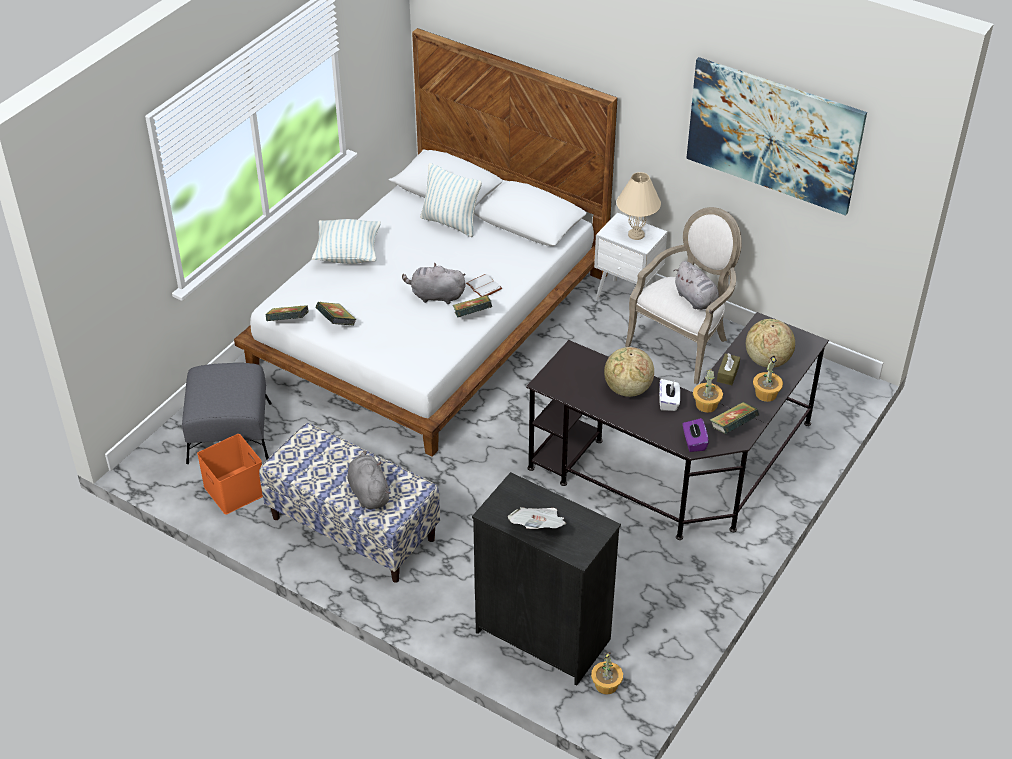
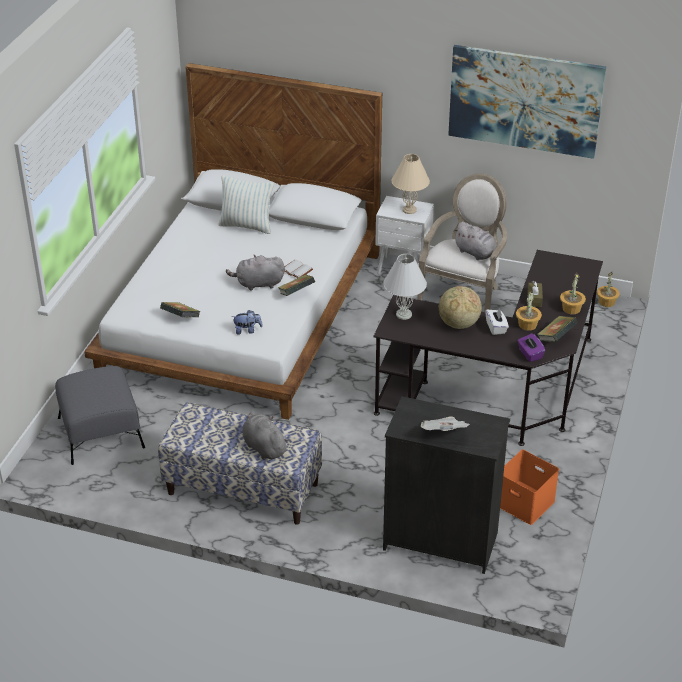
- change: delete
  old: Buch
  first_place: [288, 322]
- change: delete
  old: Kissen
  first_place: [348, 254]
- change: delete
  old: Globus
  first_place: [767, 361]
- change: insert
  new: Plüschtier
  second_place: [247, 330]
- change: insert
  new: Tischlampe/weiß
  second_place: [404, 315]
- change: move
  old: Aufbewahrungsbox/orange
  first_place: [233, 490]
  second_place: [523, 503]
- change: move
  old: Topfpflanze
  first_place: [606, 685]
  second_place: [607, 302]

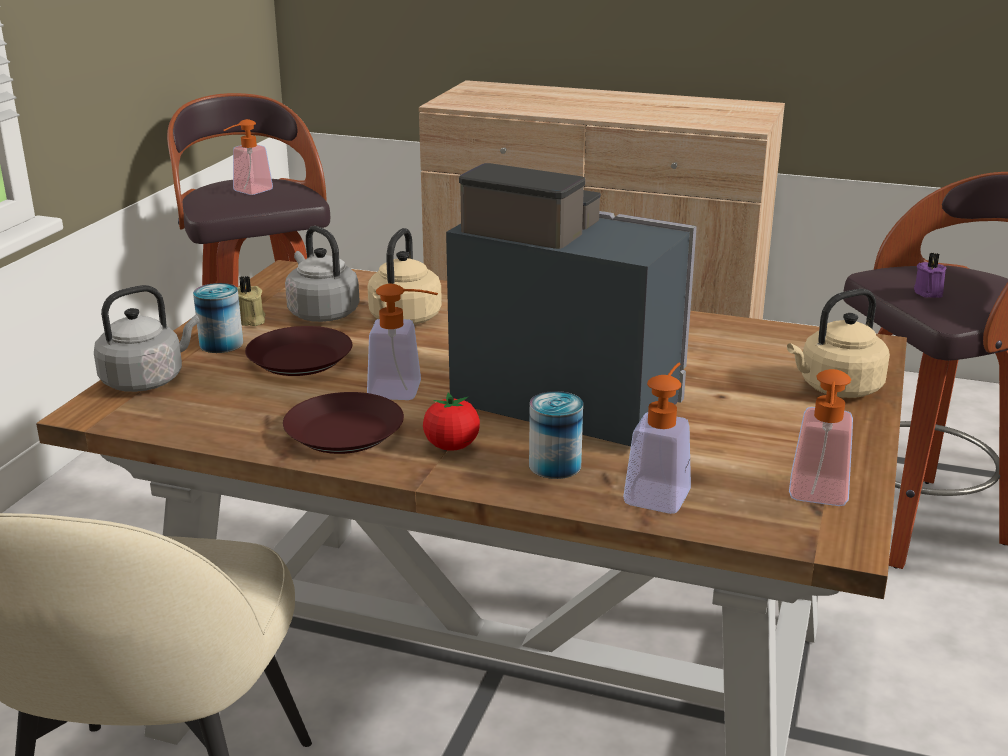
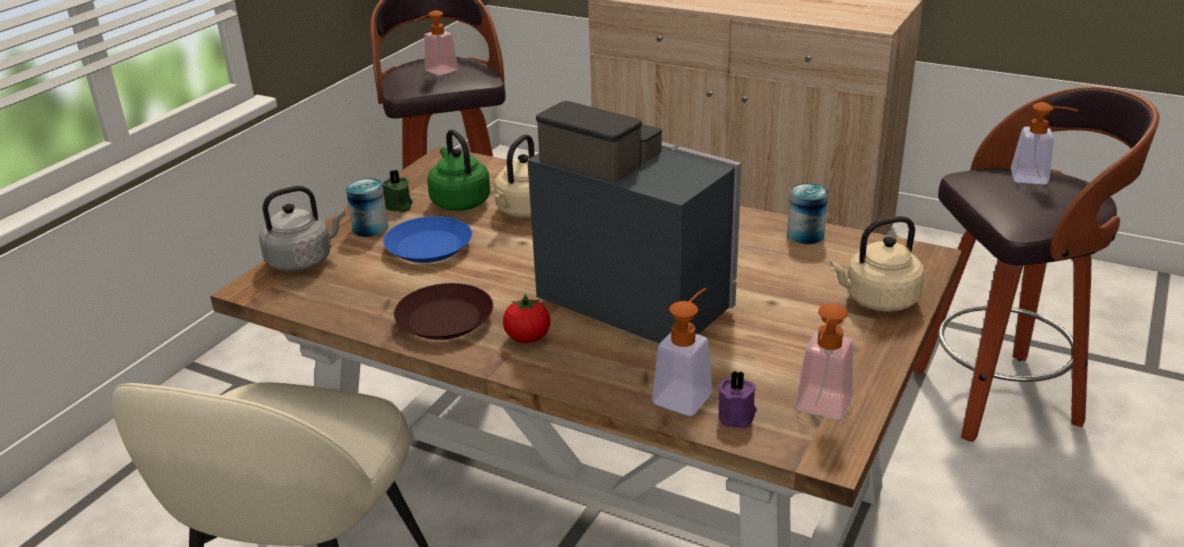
- change: move
  old: Seifenspender
  first_place: [405, 391]
  second_place: [1037, 178]
- change: move
  old: Dose
  first_place: [555, 465]
  second_place: [805, 235]
- change: move
  old: Kerze/lila
  first_place: [929, 292]
  second_place: [738, 415]
- change: recolor
  old: Kerze/beige
  new: Kerze/grün
  first_place: [249, 320]
  second_place: [398, 206]
- change: recolor
  old: Teller/braun
  new: Teller/blau
  first_place: [299, 359]
  second_place: [429, 246]
- change: recolor
  old: Wasserkessel/grau
  new: Wasserkessel/grün
  first_place: [321, 313]
  second_place: [459, 201]

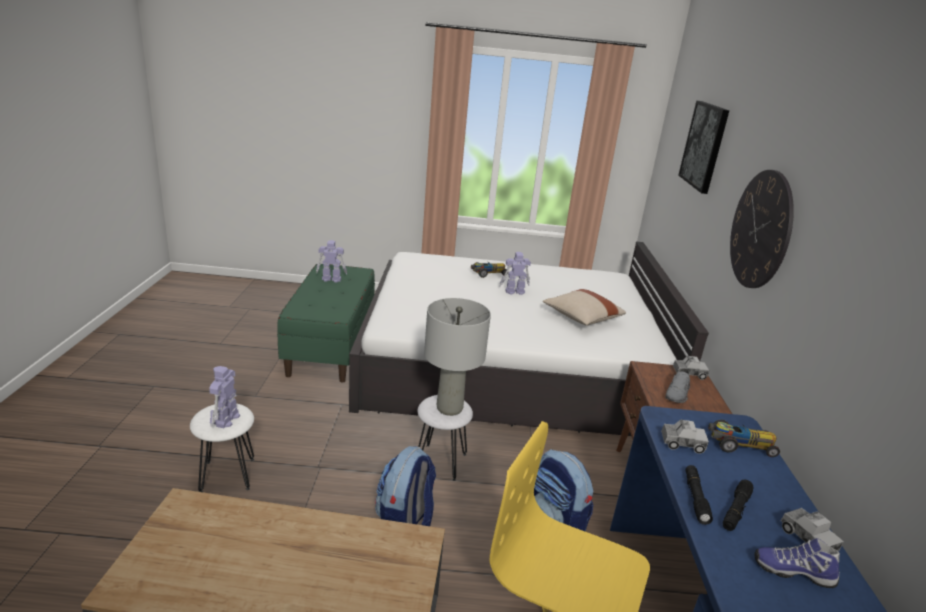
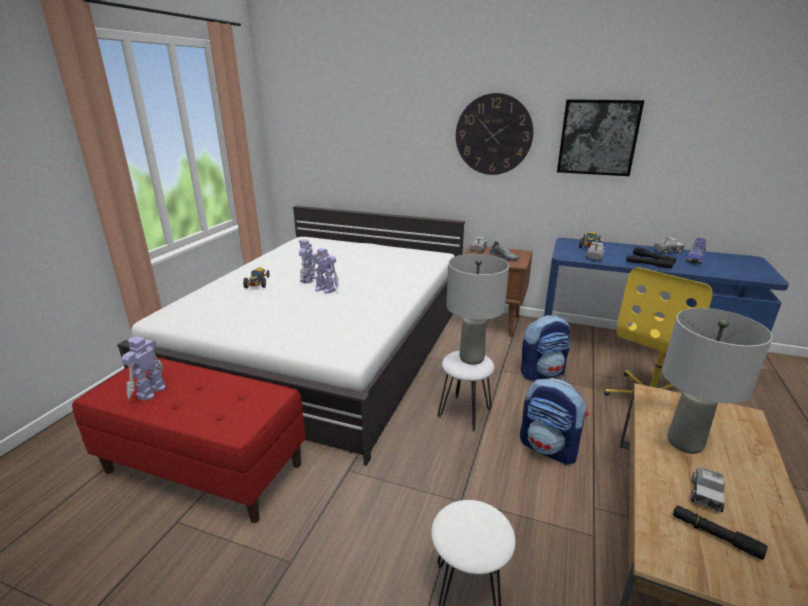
- change: delete
  old: Kissen/beige
  first_place: [581, 318]
- change: insert
  new: Tischlampe/grau
  second_place: [685, 443]
- change: insert
  new: Taschenlampe/schwarz
  second_place: [715, 535]
- change: insert
  new: Spielzeuglaster
  second_place: [705, 495]
- change: move
  old: Spielzeugroboter
  first_place: [226, 420]
  second_place: [325, 290]
- change: move
  old: Bild
  first_place: [704, 146]
  second_place: [598, 137]
- change: recolor
  old: Bank/grün
  new: Bank/rot
  first_place: [331, 346]
  second_place: [205, 467]

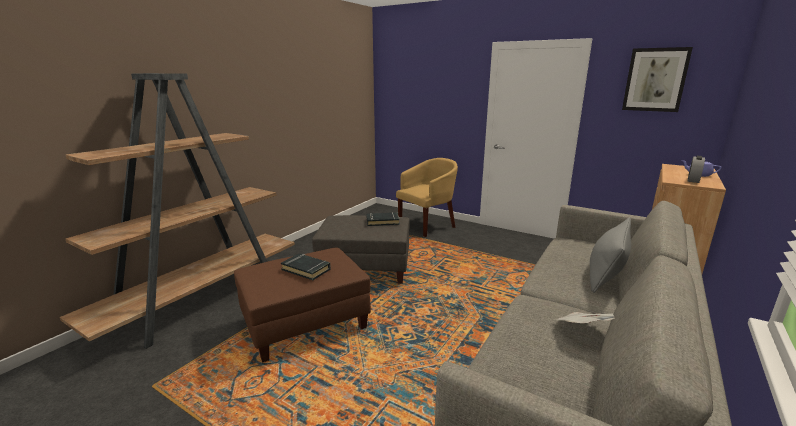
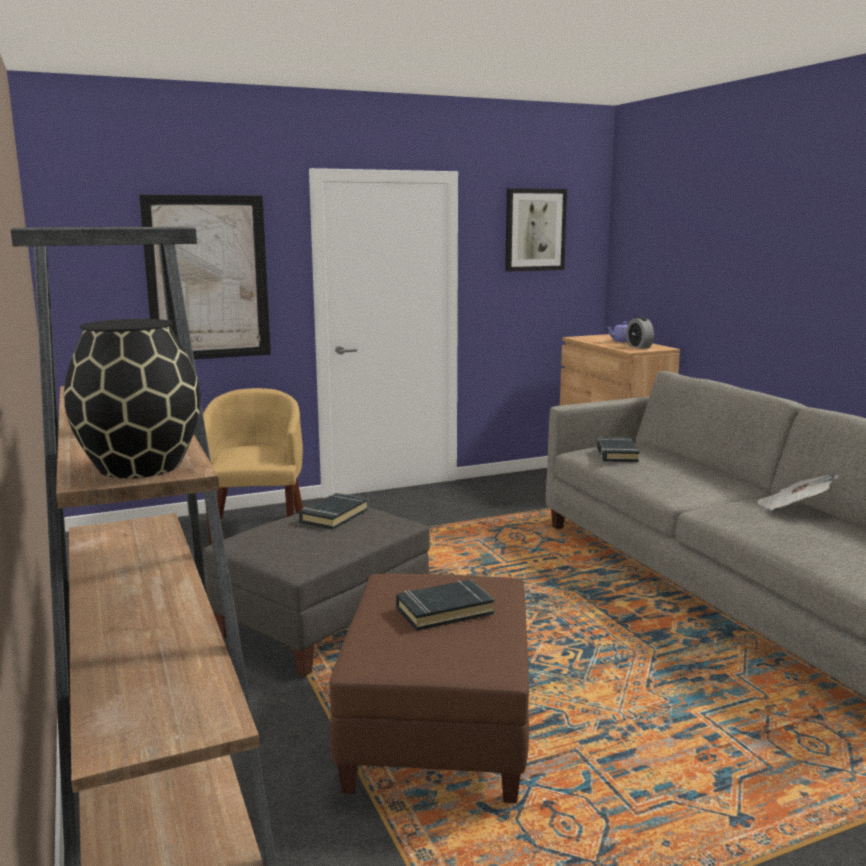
- change: delete
  old: Kissen/grau
  first_place: [606, 273]
- change: insert
  new: Vase/schwarz
  second_place: [140, 466]
- change: insert
  new: Bild
  second_place: [208, 278]
- change: insert
  new: Buch/schwarz
  second_place: [616, 454]

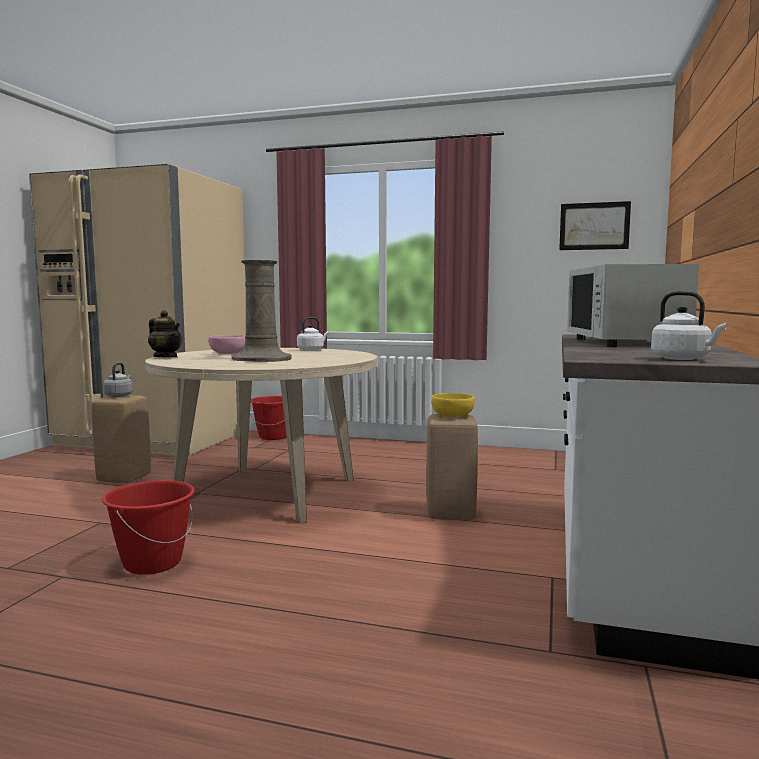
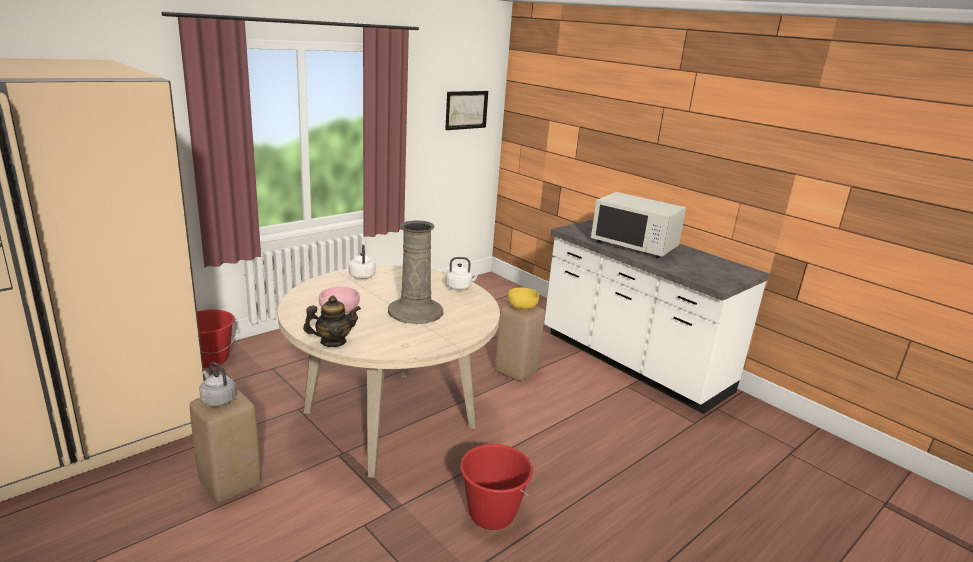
- change: move
  old: Wasserkessel/weiß
  first_place: [683, 359]
  second_place: [460, 287]

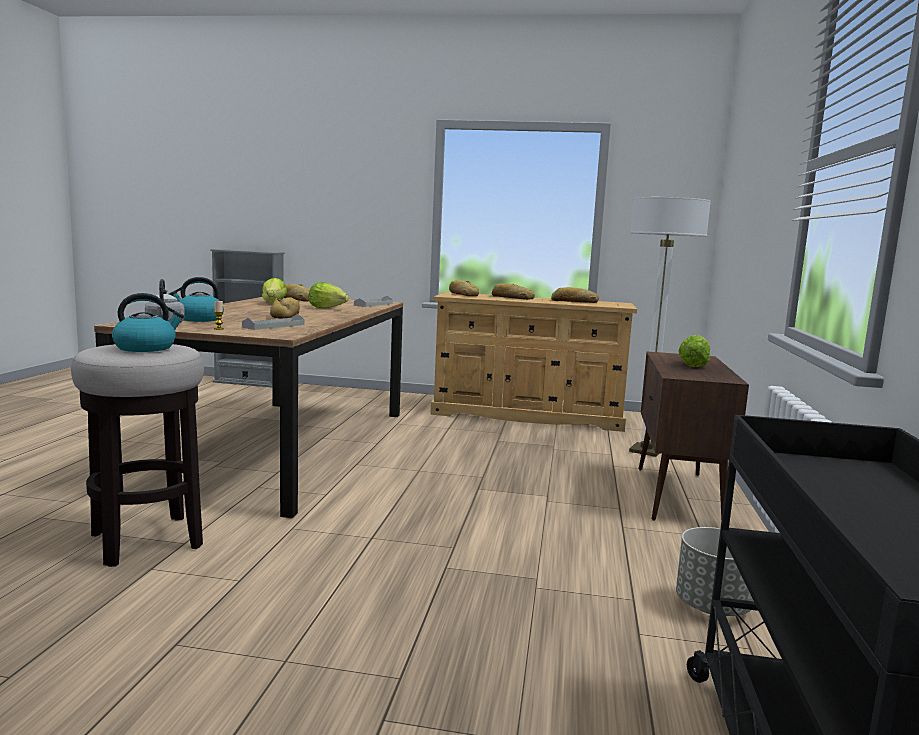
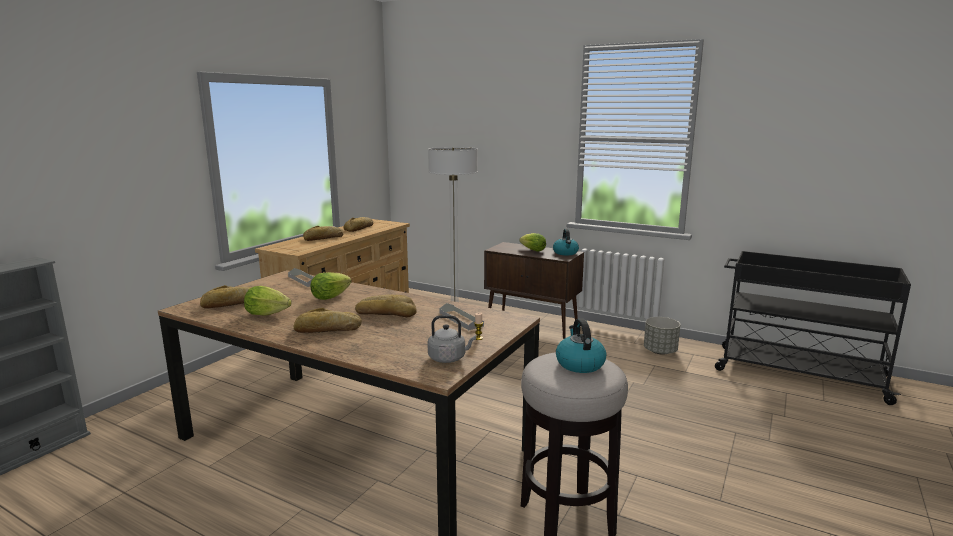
- change: move
  old: Wasserkessel
  first_place: [199, 319]
  second_place: [565, 253]
- change: move
  old: Brot
  first_place: [463, 294]
  second_place: [327, 329]

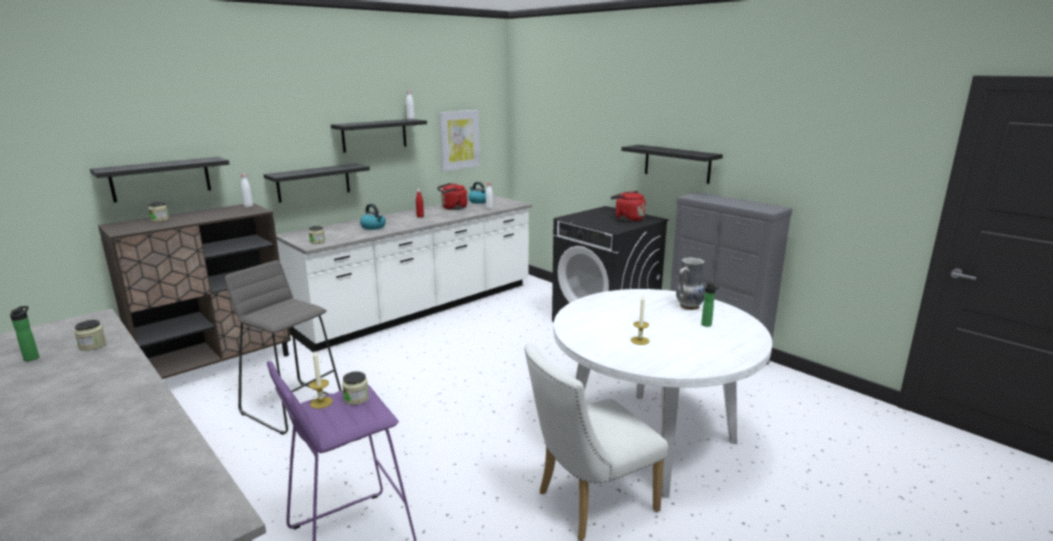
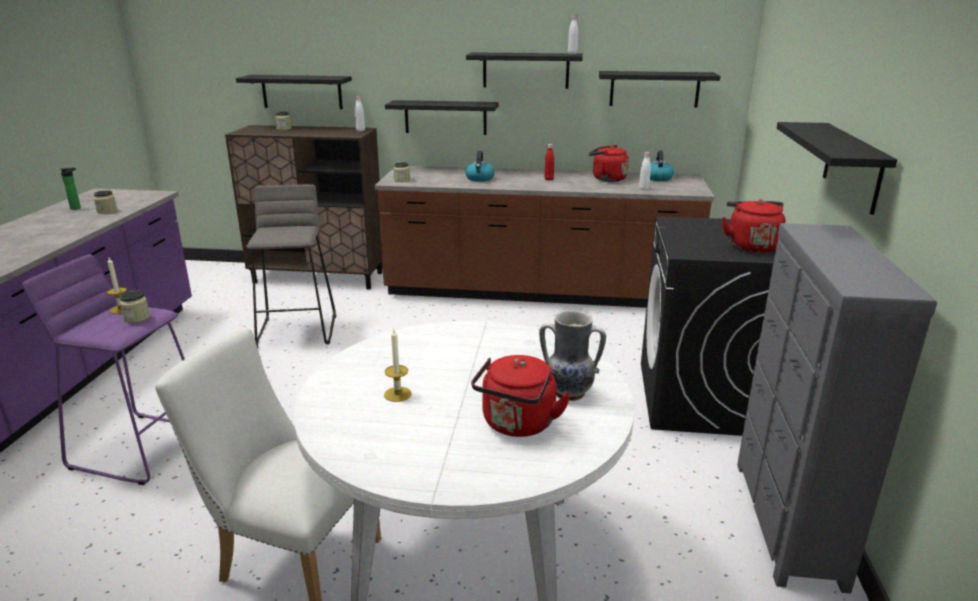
- change: replace
  old: Bild
  new: Wandregal/schwarz
  first_place: [459, 140]
  second_place: [654, 89]
- change: replace
  old: Flasche
  new: Wasserkessel/rot
  first_place: [707, 325]
  second_place: [517, 425]
- change: recolor
  old: Küchenzeile/weiß
  new: Küchenzeile/braun
  first_place: [421, 309]
  second_place: [538, 292]

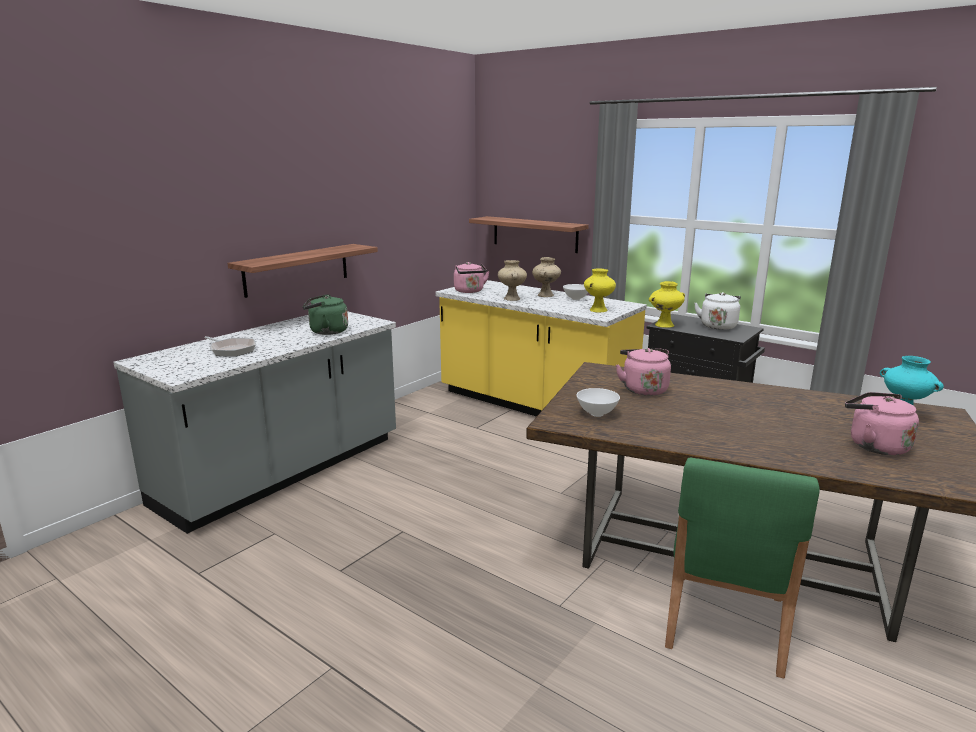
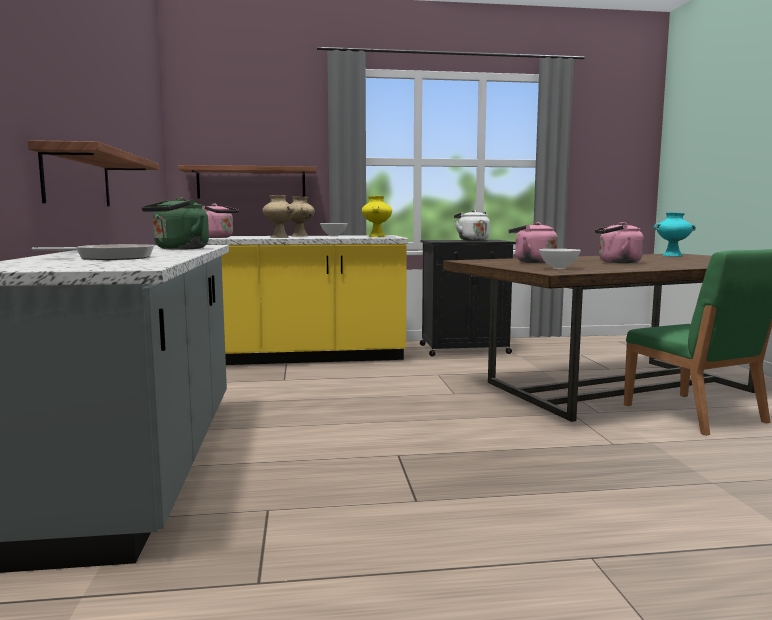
- change: delete
  old: Vase/gelb
  first_place: [664, 325]
- change: move
  old: Wasserkessel/rosa
  first_place: [874, 445]
  second_place: [616, 262]

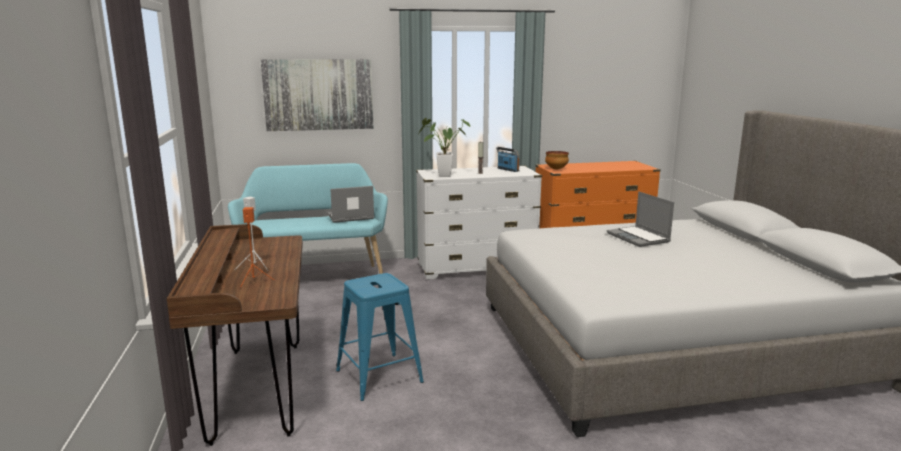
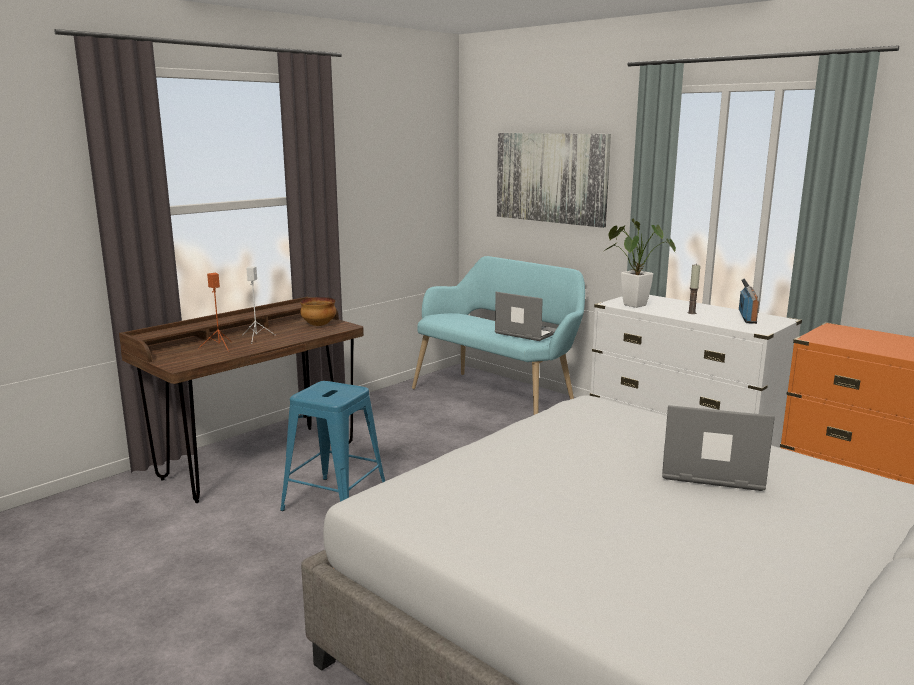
- change: move
  old: Schüssel
  first_place: [556, 169]
  second_place: [318, 325]
- change: rotate
  old: Laptop
  first_place: [639, 238]
  second_place: [710, 471]
  degrees: 75

